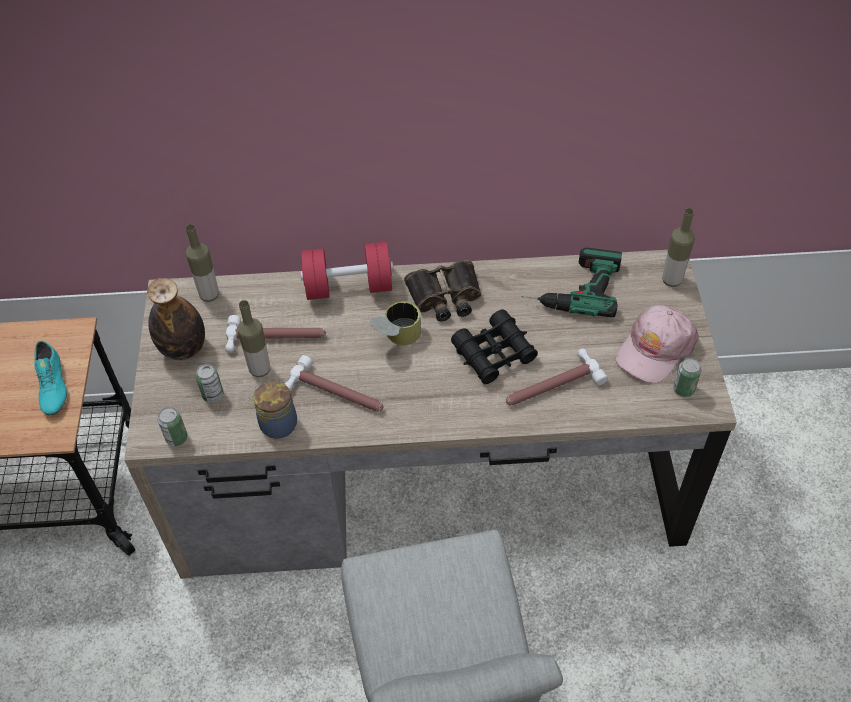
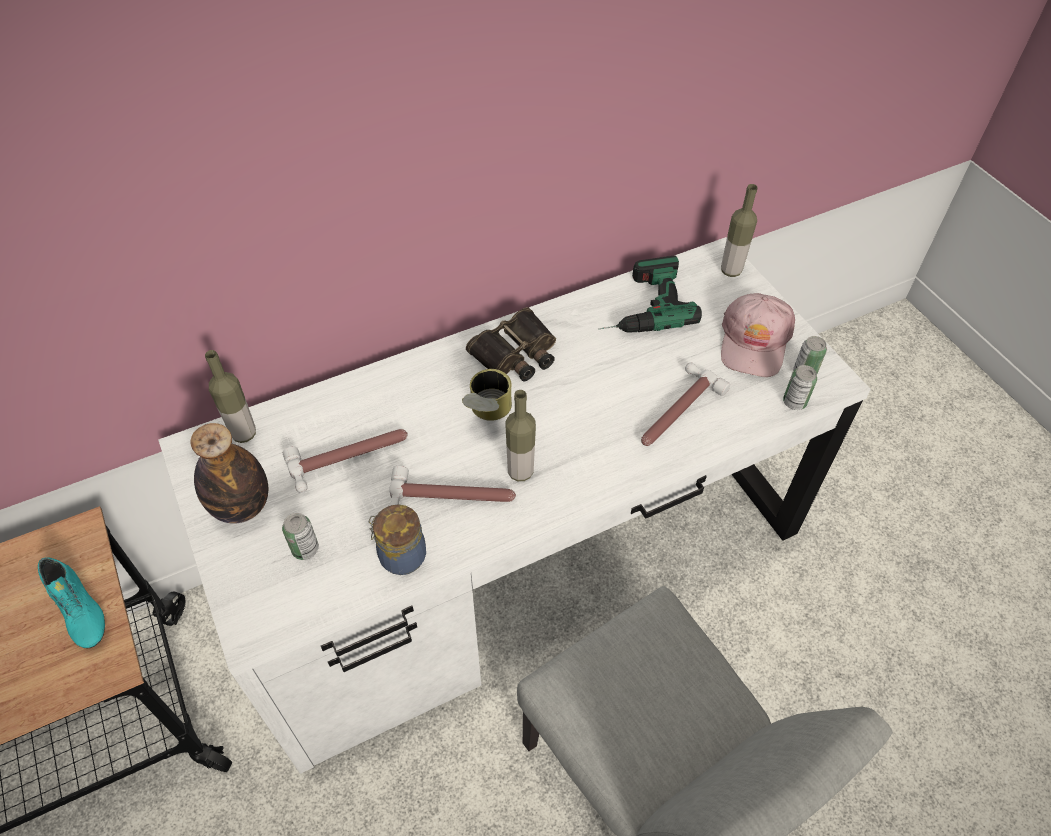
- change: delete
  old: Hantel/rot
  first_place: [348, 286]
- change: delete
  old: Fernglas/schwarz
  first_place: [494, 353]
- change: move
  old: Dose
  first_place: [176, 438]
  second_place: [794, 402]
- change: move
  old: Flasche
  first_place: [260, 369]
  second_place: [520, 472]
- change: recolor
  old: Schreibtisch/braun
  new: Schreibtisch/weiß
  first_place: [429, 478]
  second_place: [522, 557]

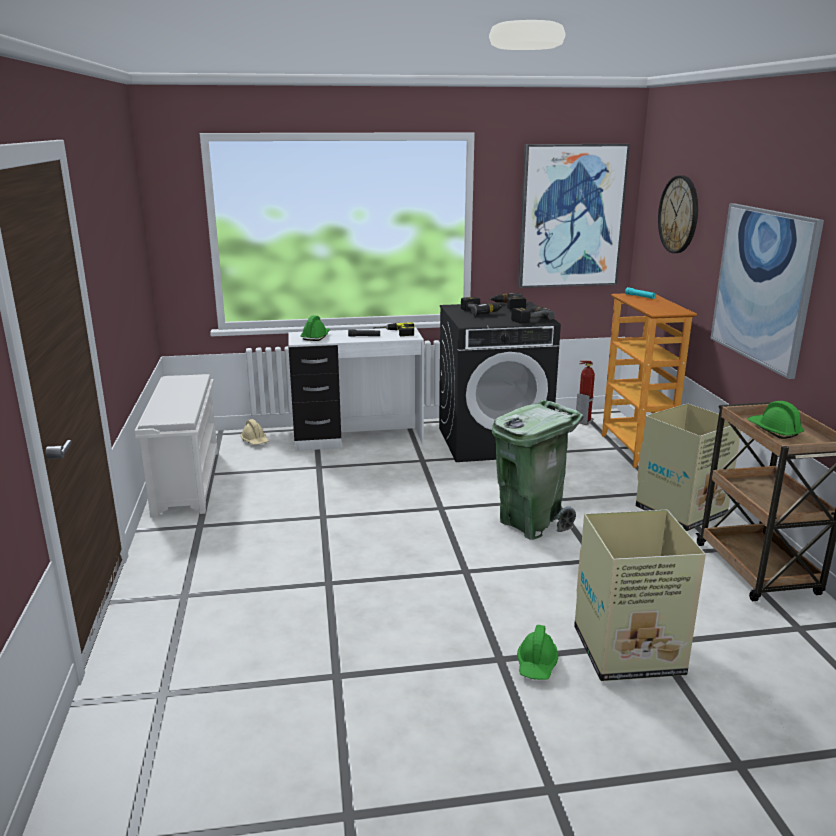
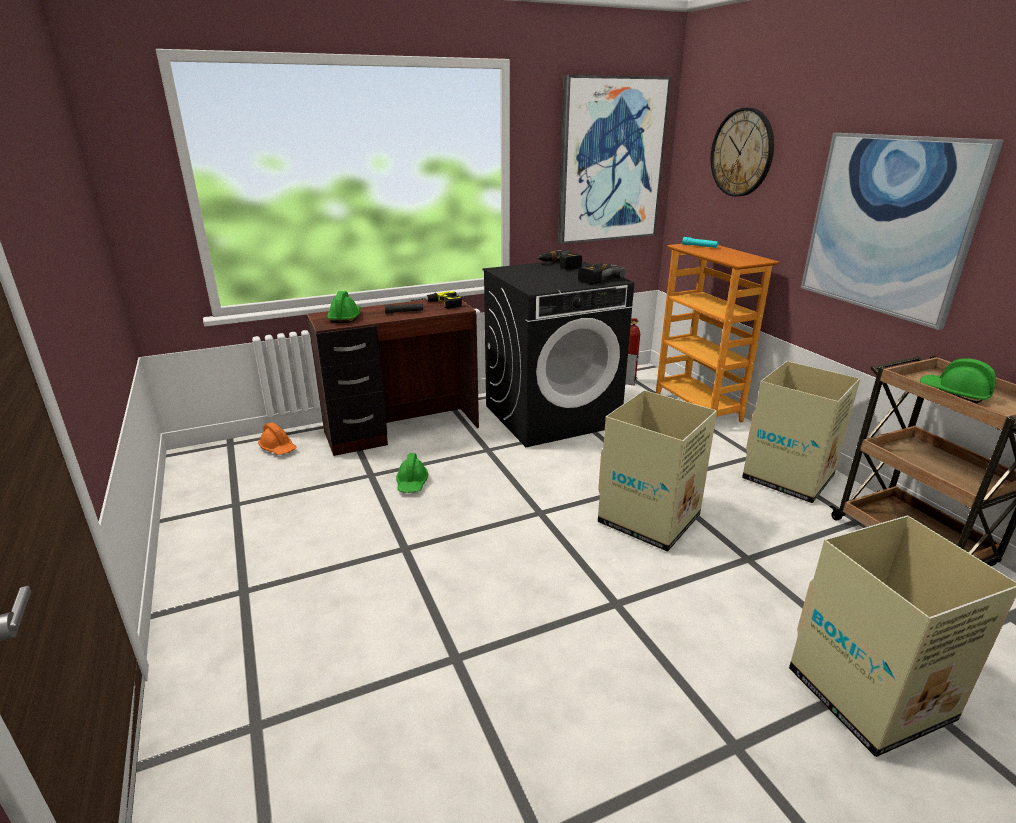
- change: delete
  old: Schuhregal/weiß
  first_place: [186, 481]
- change: delete
  old: Bohrmaschine
  first_place: [480, 311]
- change: move
  old: Schutzhelm/grün
  first_place: [537, 664]
  second_place: [412, 483]
- change: replace
  old: Mülleimer/grün
  new: Karton
  first_place: [531, 523]
  second_place: [650, 518]
- change: recolor
  old: Schutzhelm/beige
  new: Schutzhelm/orange
  first_place: [255, 441]
  second_place: [278, 448]
- change: recolor
  old: Schreibtisch/weiß
  new: Schreibtisch/braun
  first_place: [358, 439]
  second_place: [402, 431]

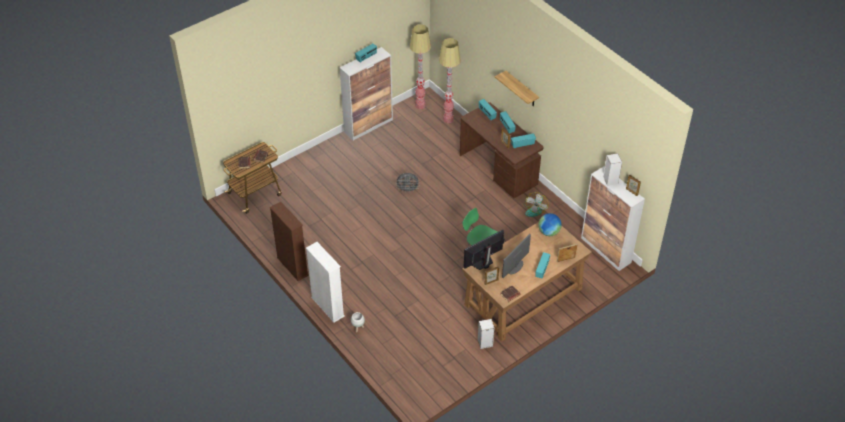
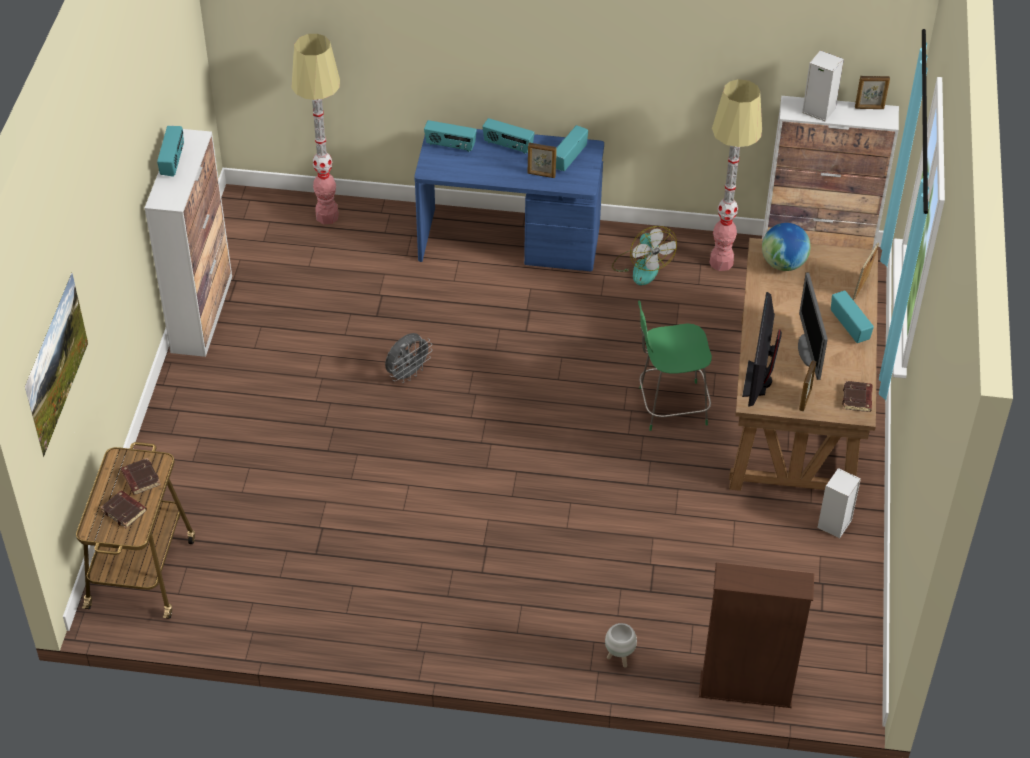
- change: delete
  old: Bücherregal/weiß
  first_place: [327, 307]
- change: delete
  old: Wandregal
  first_place: [521, 89]
- change: insert
  new: Bild
  second_place: [62, 381]
- change: move
  old: Bücherregal/braun
  first_place: [292, 266]
  second_place: [745, 690]
- change: move
  old: Stehlampe
  first_place: [420, 105]
  second_place: [721, 263]
- change: recolor
  old: Schreibtisch/braun
  new: Schreibtisch/blau
  first_place: [499, 169]
  second_place: [509, 242]

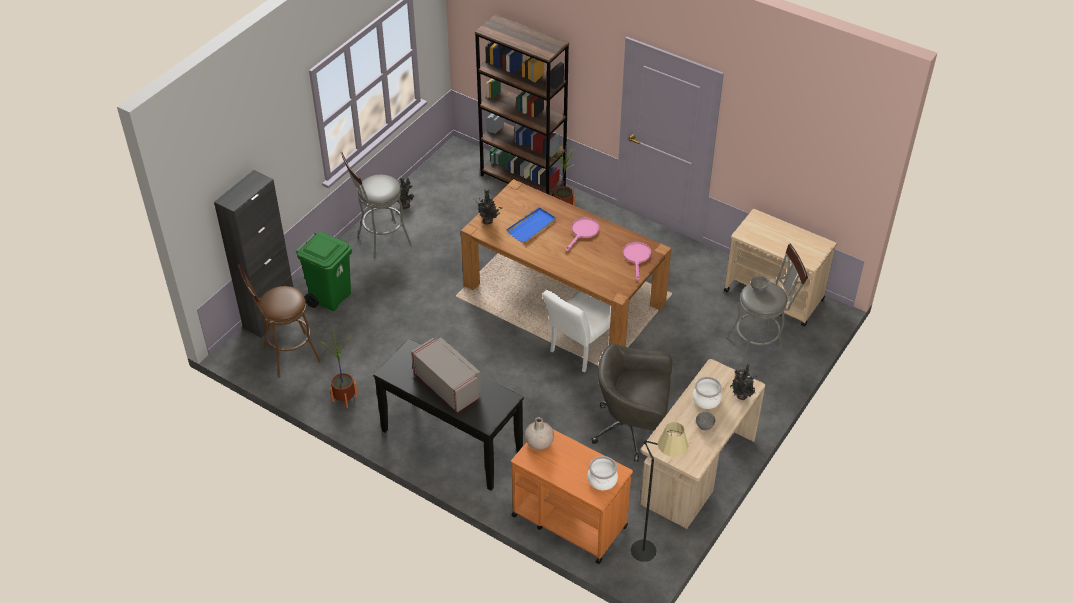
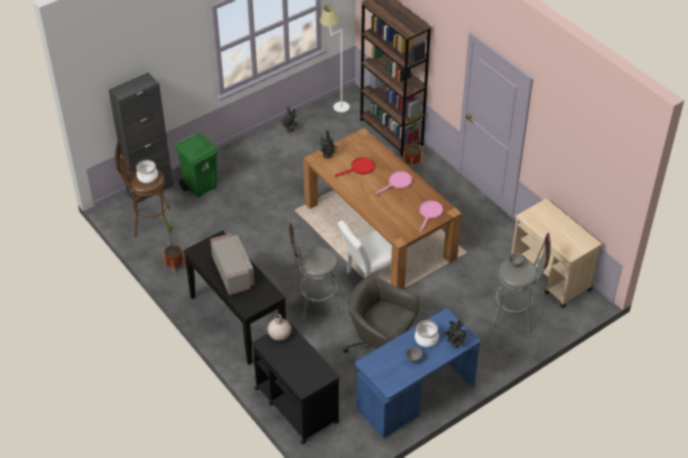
- change: delete
  old: Stehlampe/schwarz
  first_place: [652, 544]
- change: insert
  new: Stehlampe/weiß
  second_place: [334, 104]
- change: move
  old: Hocker/grau
  first_place: [380, 242]
  second_place: [314, 304]
- change: move
  old: Kochtopf
  first_place: [602, 480]
  second_place: [148, 177]
- change: replace
  old: Tablett/blau
  new: Pfanne/rot
  first_place: [532, 226]
  second_place: [359, 168]
- change: recolor
  old: Rollwagen/orange
  new: Rollwagen/schwarz
  first_place: [568, 520]
  second_place: [296, 404]
- change: recolor
  old: Schreibtisch/beige
  new: Schreibtisch/blau
  first_place: [697, 471]
  second_place: [415, 396]

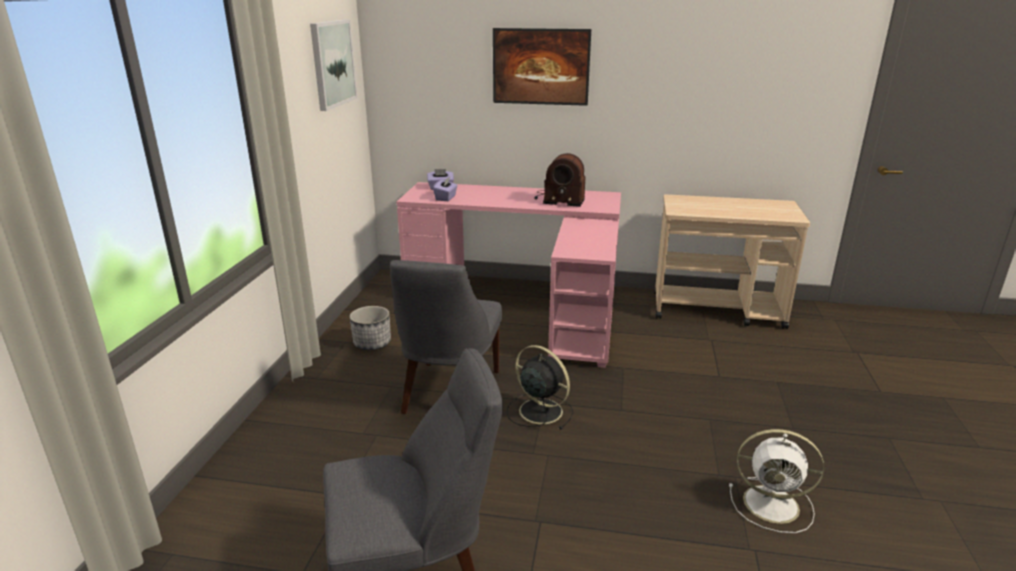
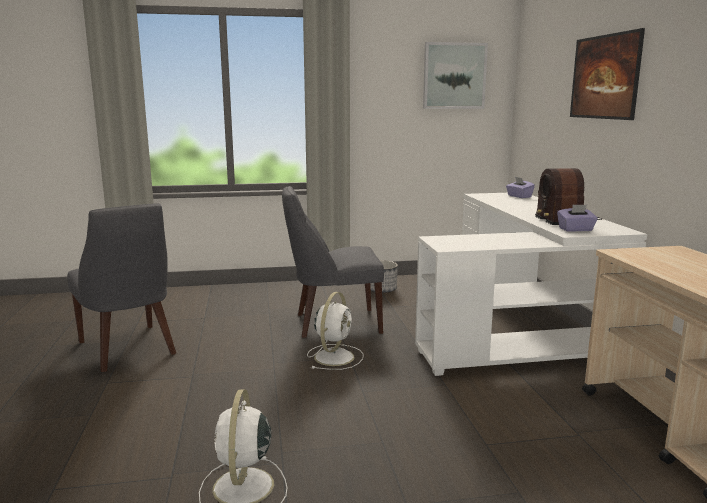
- change: move
  old: Taschentuchbox/lila
  first_place: [446, 198]
  second_place: [576, 229]
- change: recolor
  old: Schreibtisch/rosa
  new: Schreibtisch/weiß
  first_place: [528, 304]
  second_place: [519, 326]
- change: recolor
  old: Ventilator/schwarz
  new: Ventilator/weiß
  first_place: [539, 410]
  second_place: [335, 356]

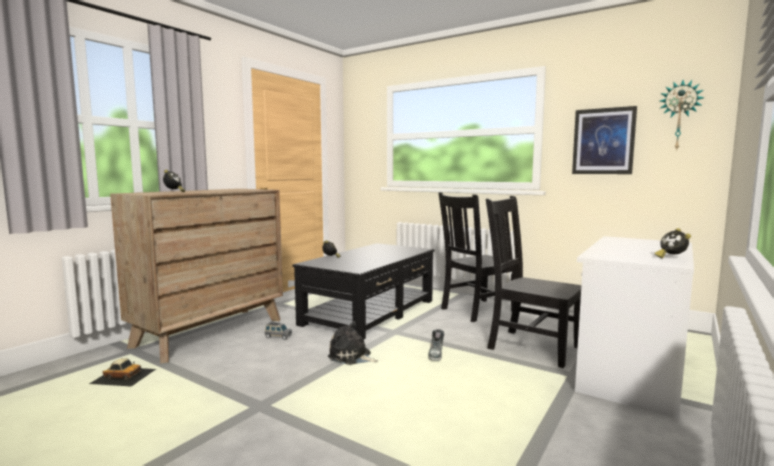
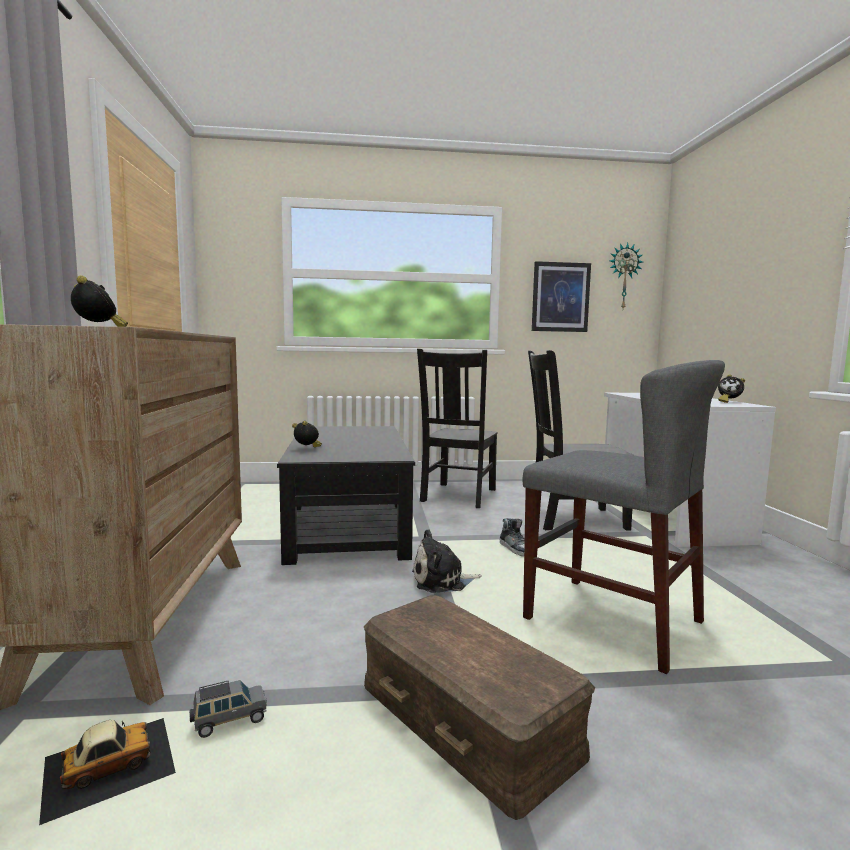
- change: insert
  new: Aufbewahrungsbox/braun
  second_place: [464, 718]
- change: insert
  new: Stuhl/grau
  second_place: [612, 619]
- change: move
  old: Spielzeugauto/grau
  first_place: [278, 337]
  second_place: [229, 721]

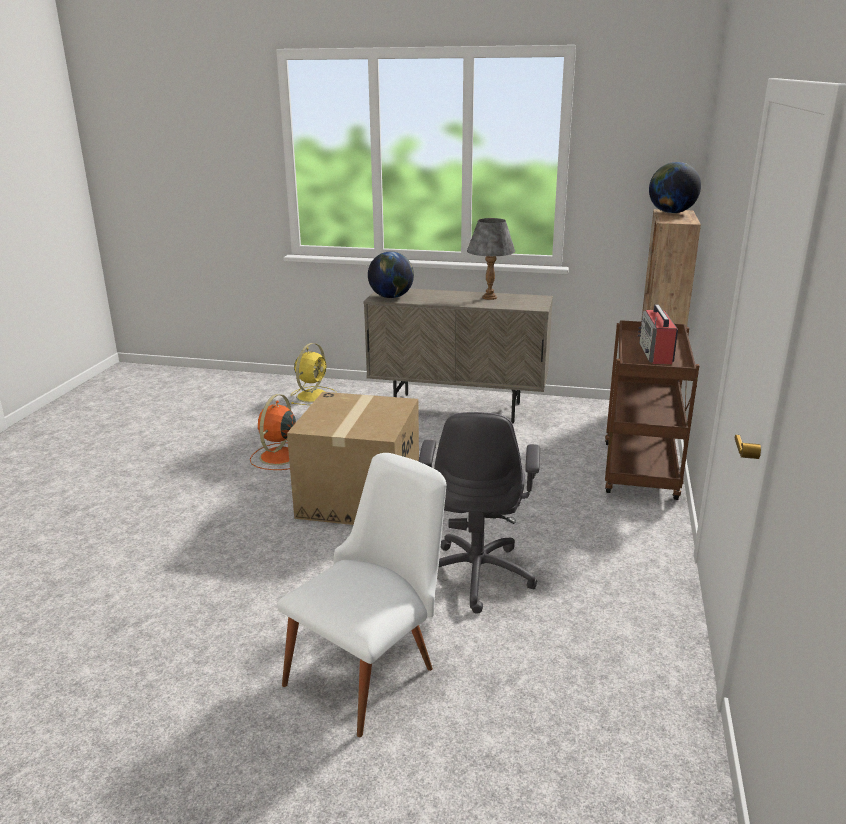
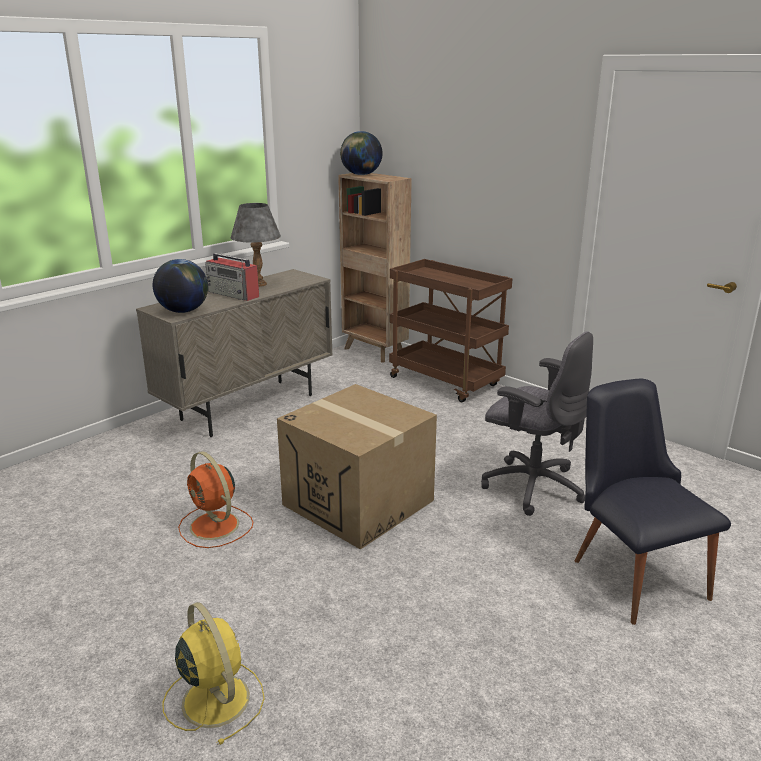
- change: move
  old: Ventilator/gelb
  first_place: [313, 396]
  second_place: [214, 698]
- change: move
  old: Radio
  first_place: [656, 353]
  second_place: [234, 294]
- change: recolor
  old: Stuhl/weiß
  new: Stuhl/schwarz
  first_place: [371, 670]
  second_place: [632, 571]

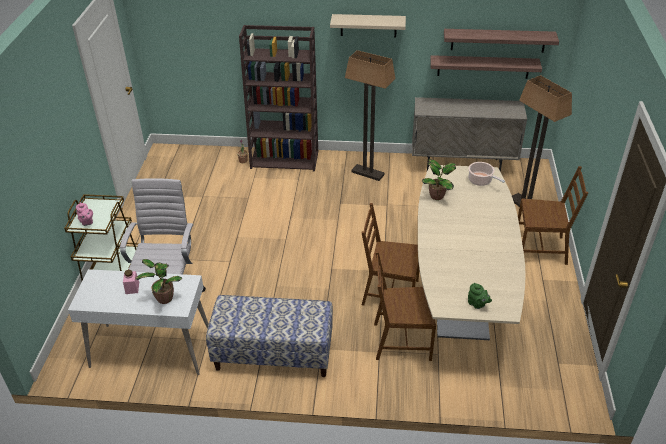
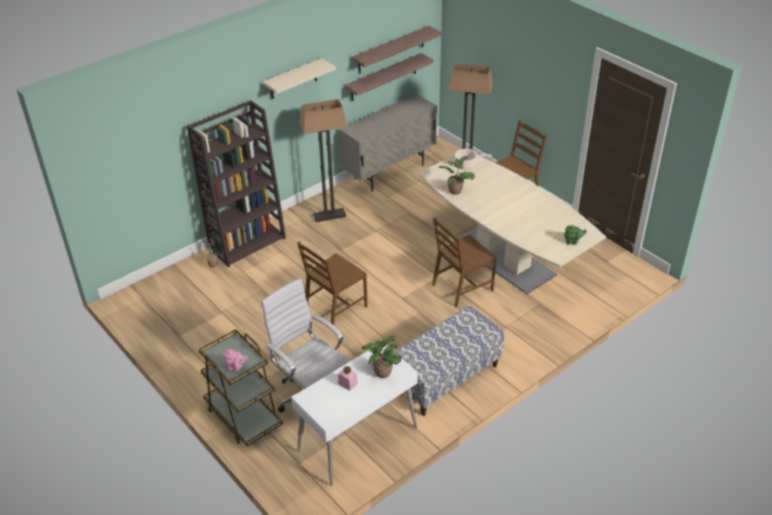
- change: move
  old: Stuhl/braun
  first_place: [401, 341]
  second_place: [335, 308]

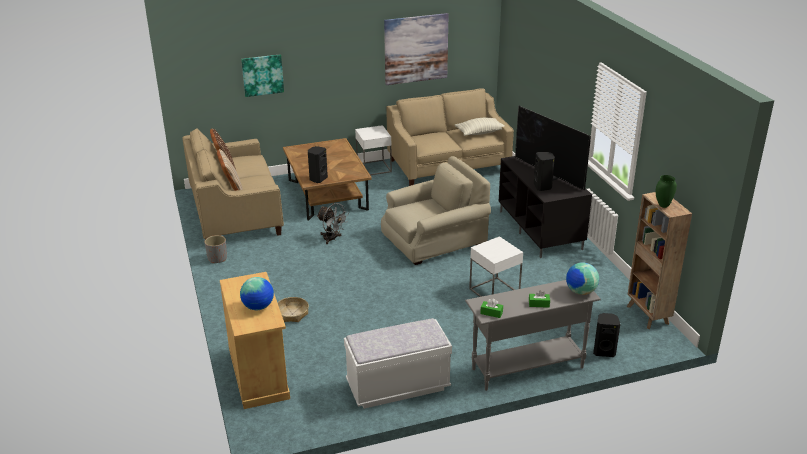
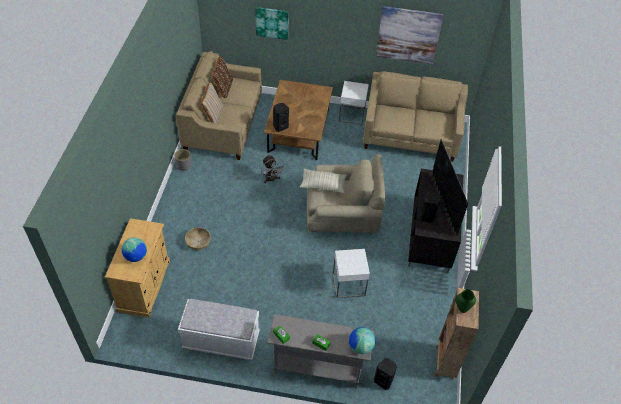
- change: move
  old: Kissen
  first_place: [480, 133]
  second_place: [323, 185]

